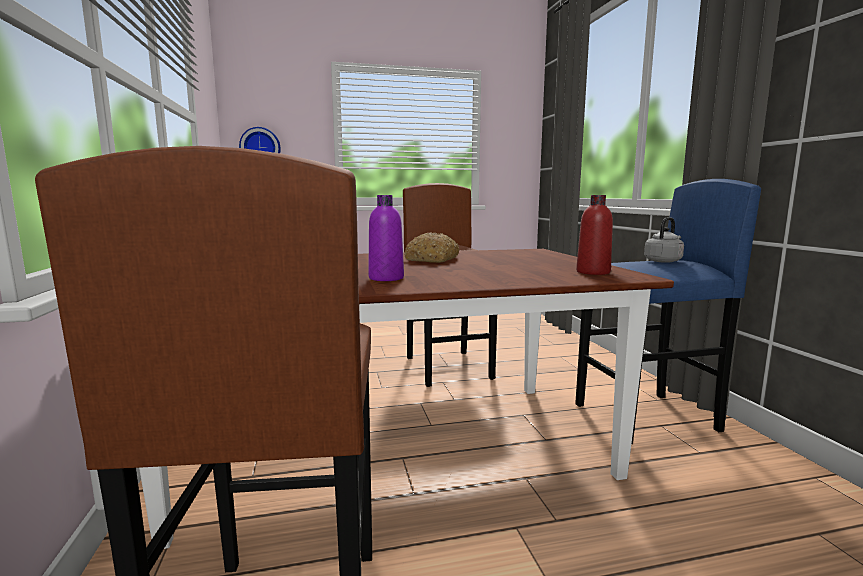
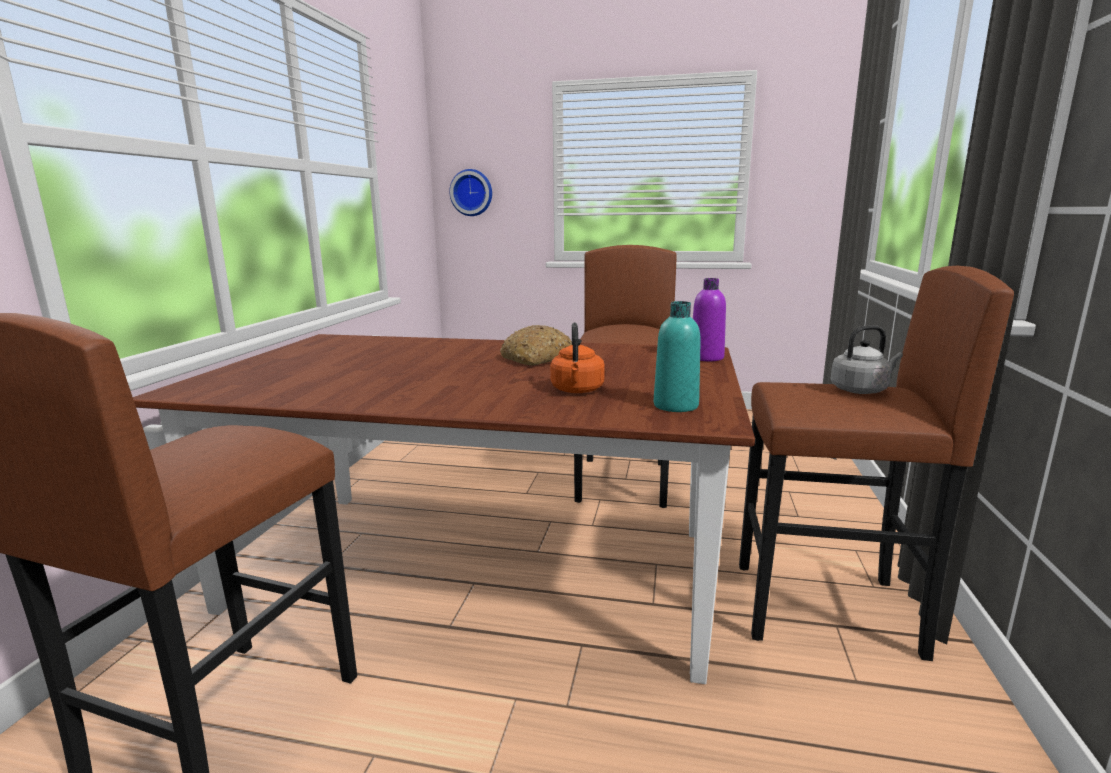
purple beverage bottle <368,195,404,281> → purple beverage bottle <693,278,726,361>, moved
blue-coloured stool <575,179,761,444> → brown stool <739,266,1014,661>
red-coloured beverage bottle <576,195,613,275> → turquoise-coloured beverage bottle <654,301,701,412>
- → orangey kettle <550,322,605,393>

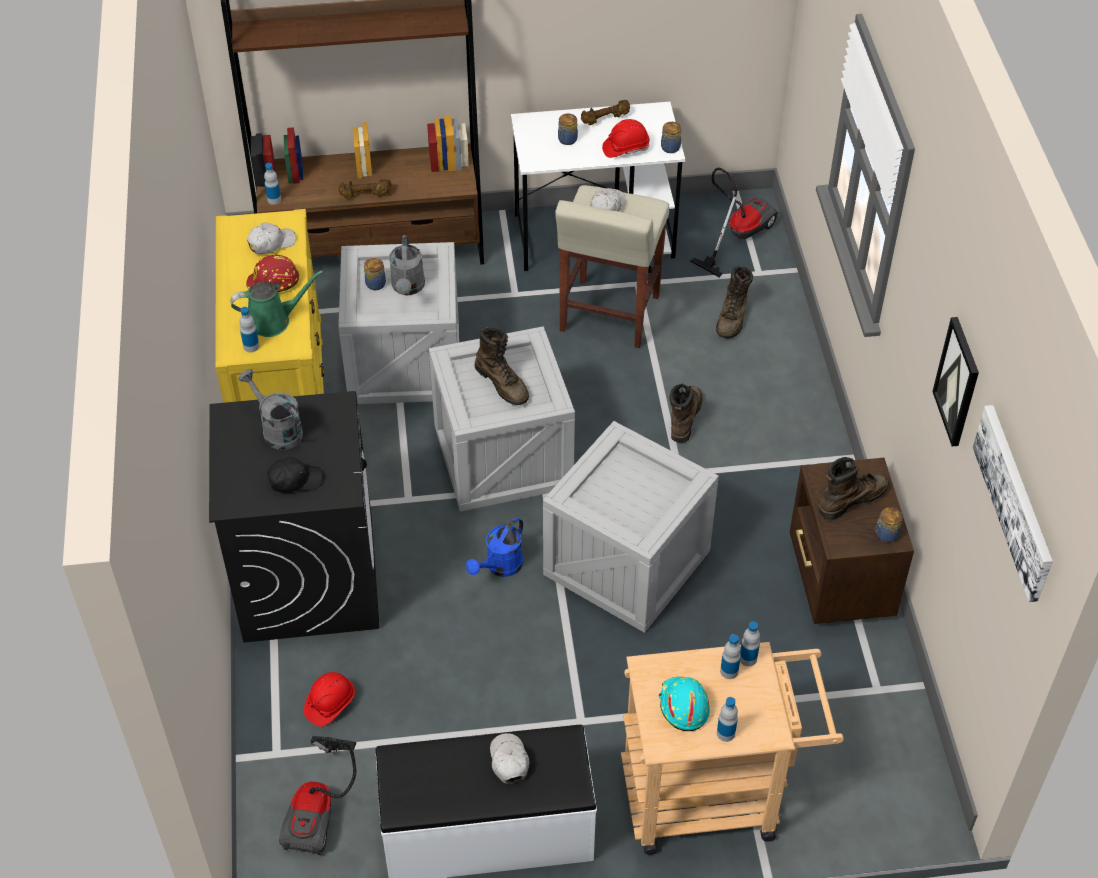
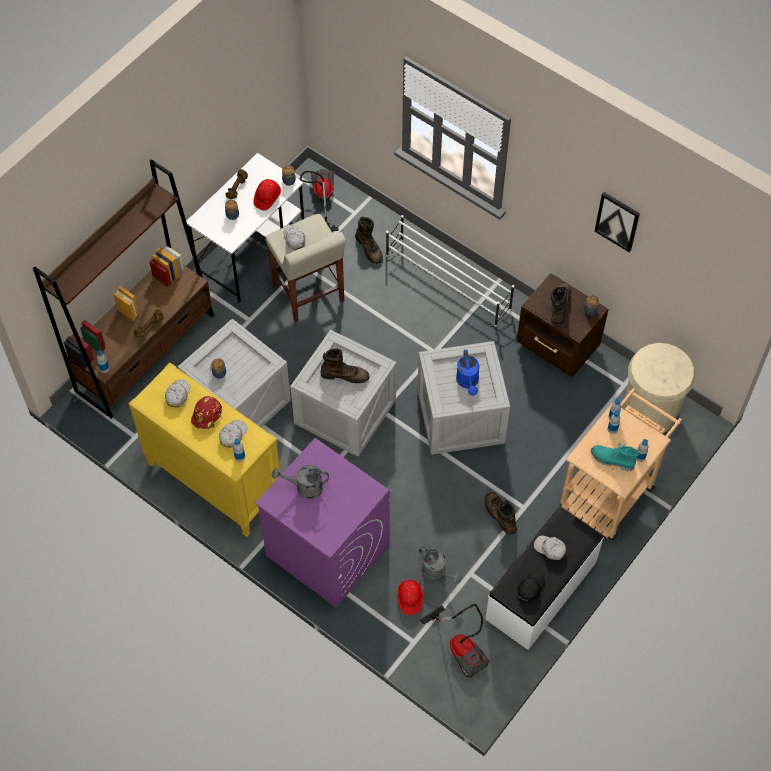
black washing machine <209,391,380,643> → purple washing machine <255,438,390,607>
greenish sprinkling can <230,270,323,337> → white-coloured peaked cap <219,420,247,448>
black peaked cap <267,457,323,493> → black peaked cap <518,573,545,602>, moved
grey sprinkling can <389,235,425,295> → grey sprinkling can <419,547,462,584>, moved
blue-coloured sprinkling can <466,517,523,577> → blue-coloured sprinkling can <456,350,480,396>, moved
turquoise-coloured hard hat <659,676,710,731> → turquoise-coloured tall boot <591,443,639,471>
brown tall boot <669,384,702,443> → brown tall boot <485,492,517,535>, moved
wall art <973,405,1053,602> → -
- → white-coloured shoe rack <386,215,514,327>
- → beige-coloured rubbish bin <624,343,695,433>

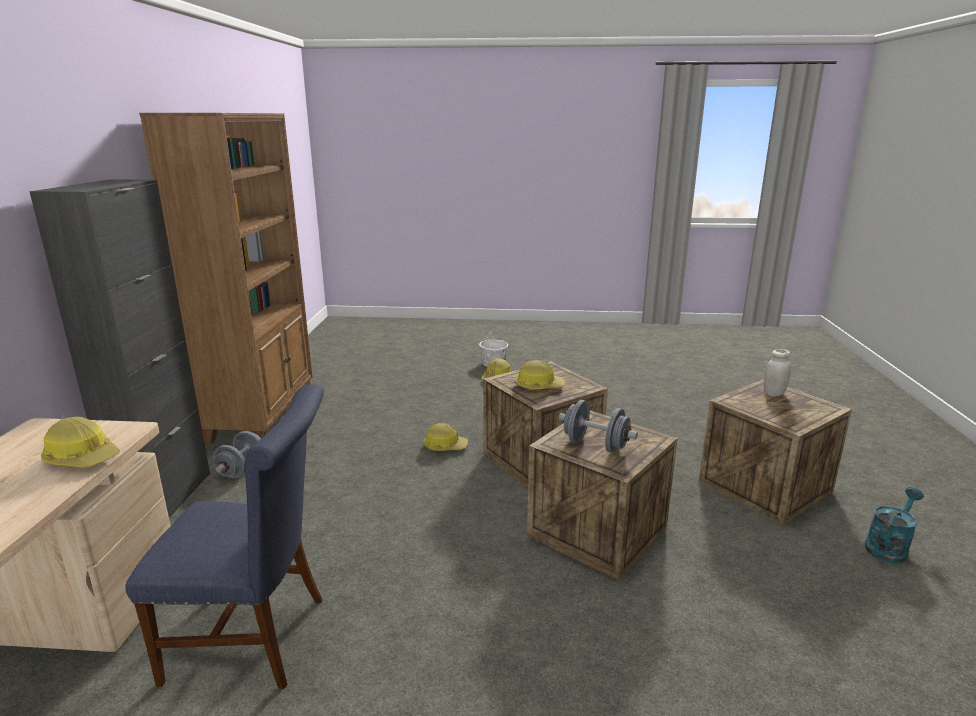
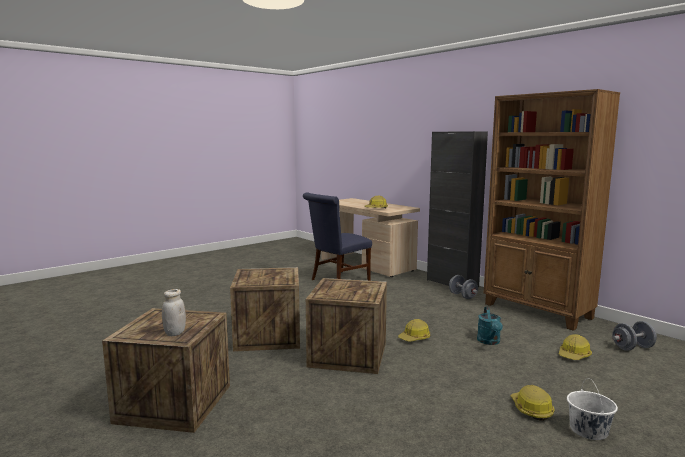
hard hat <515,360,565,389> → hard hat <559,334,592,360>, moved
grey hand weight <559,400,638,453> → grey hand weight <612,321,657,351>, moved
turquoise-coloured sprinkling can <865,487,924,563> → turquoise-coloured sprinkling can <477,307,503,345>, moved

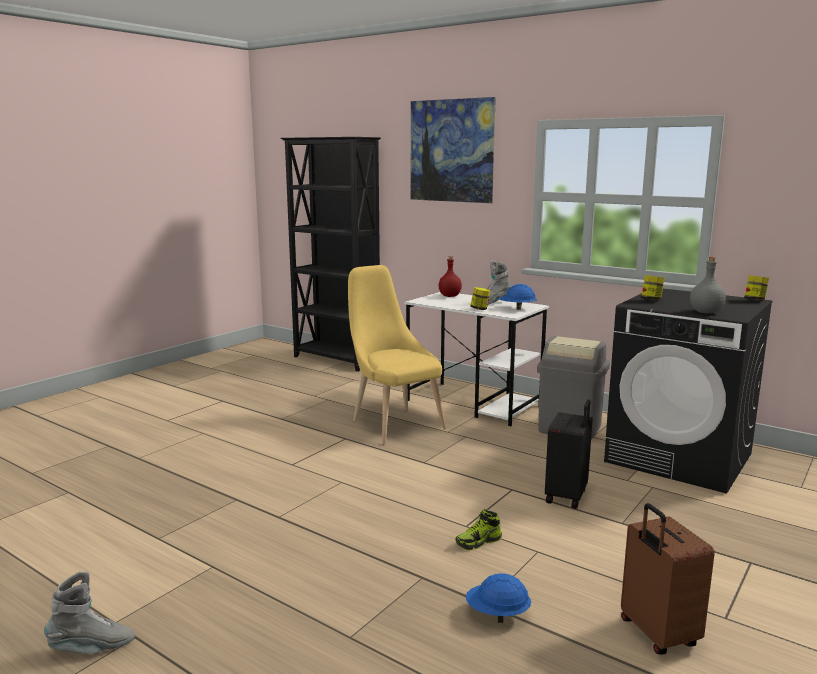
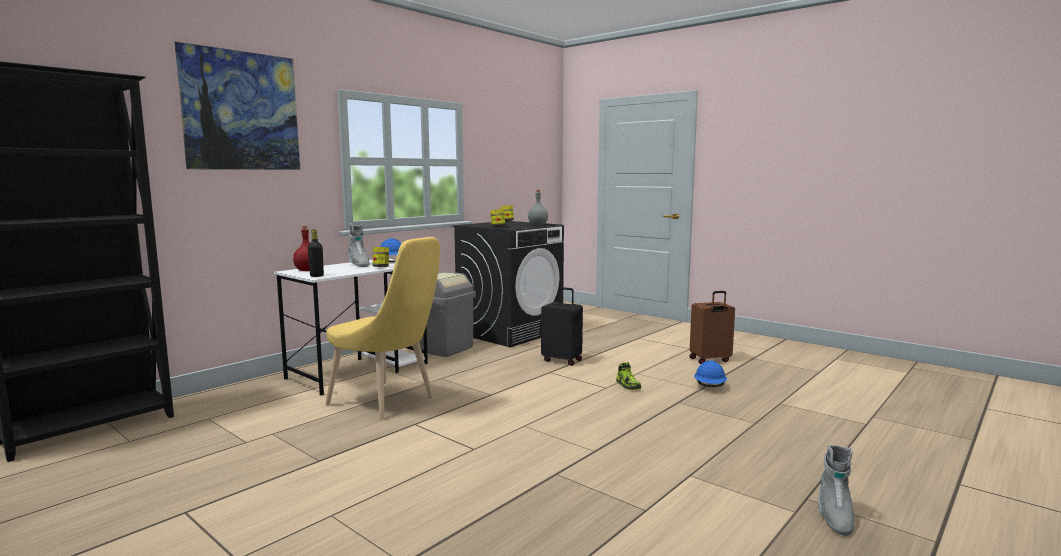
grey tall boot <44,571,135,654> → grey tall boot <818,445,854,536>, 150 degrees counterclockwise
yellow chair <348,265,446,444> → yellow chair <325,237,440,420>, 120 degrees counterclockwise
- → black beverage bottle <308,229,324,277>

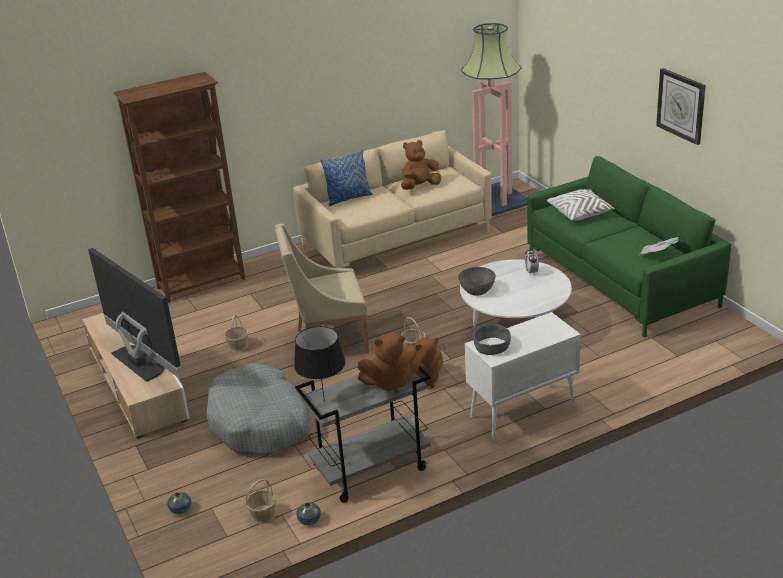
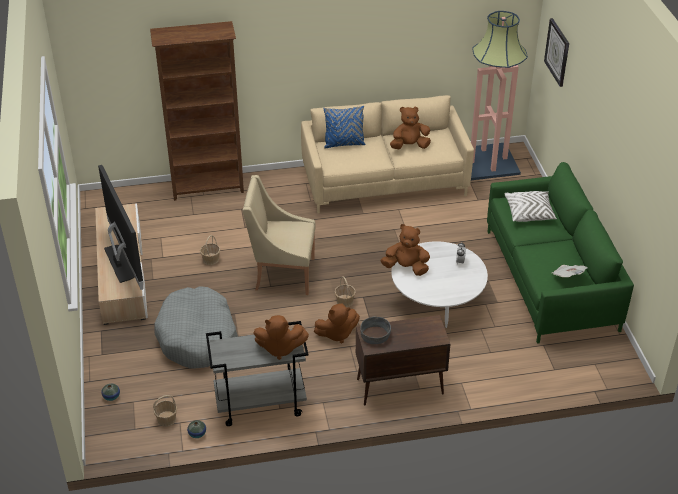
black lamp for a table <294,326,345,402> → -
grey serving bowl <458,267,496,295> → brown plush toy <381,224,430,276>
white-coloured cabinet <465,312,581,440> → brown cabinet <356,315,450,405>
wall clock <656,68,706,145> → wall clock <544,18,569,87>, moved

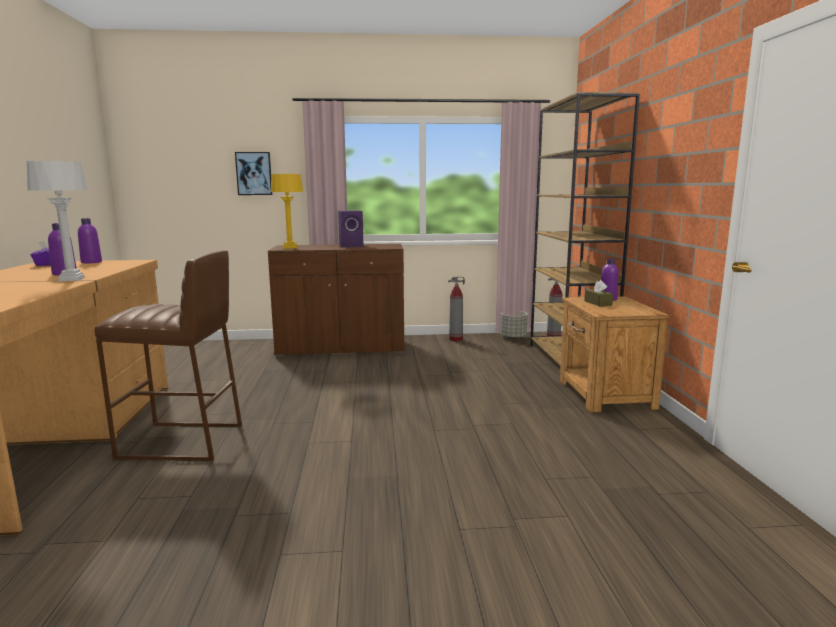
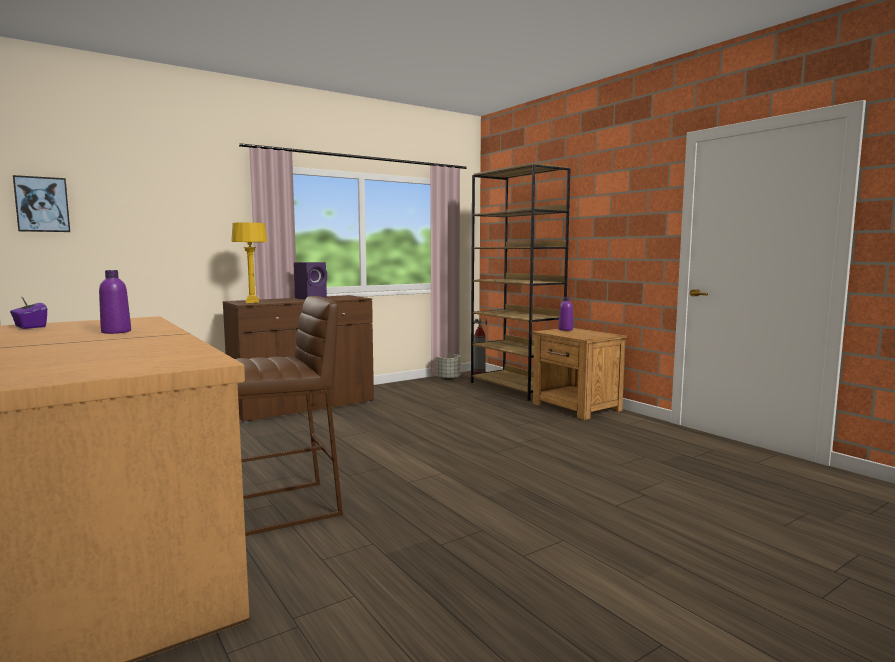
grey lamp for a table <27,161,88,281> → -
purple beverage bottle <78,218,102,263> → -
wall art <235,152,272,195> → wall art <13,175,70,232>, moved
extinguisher <448,277,465,341> → -
brown tissue holder <584,280,613,306> → -

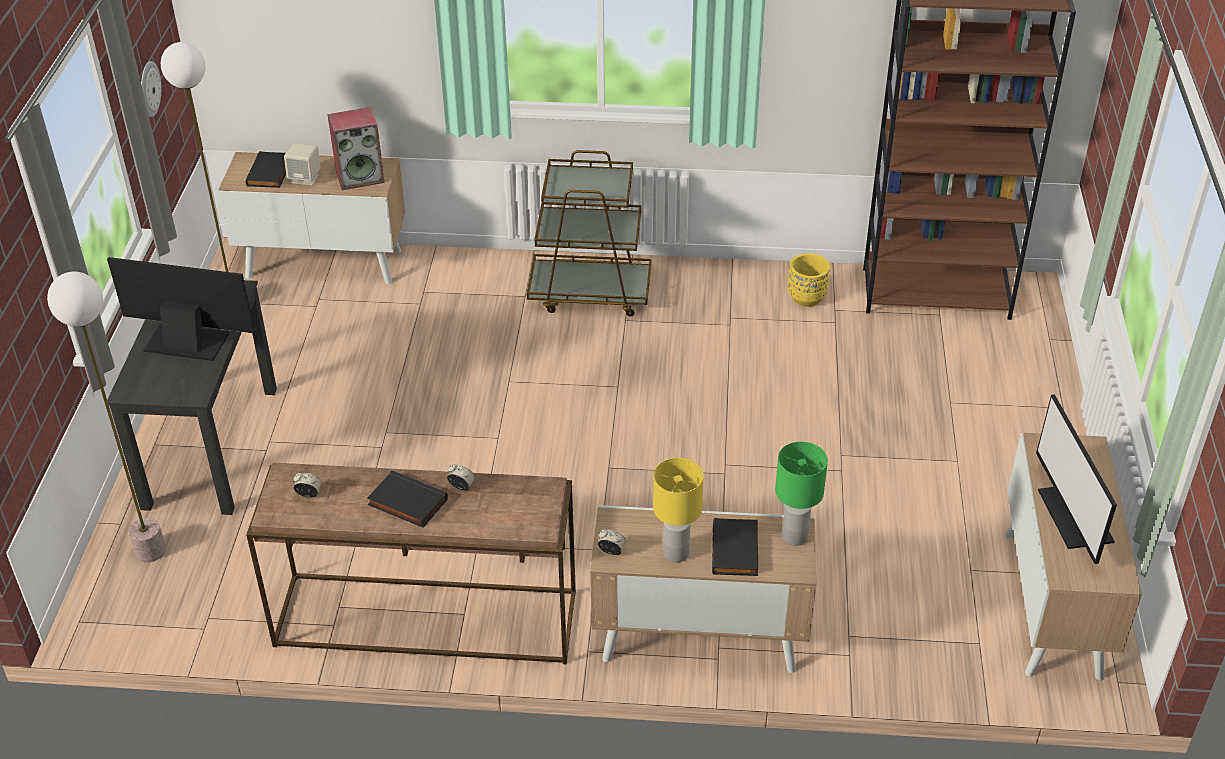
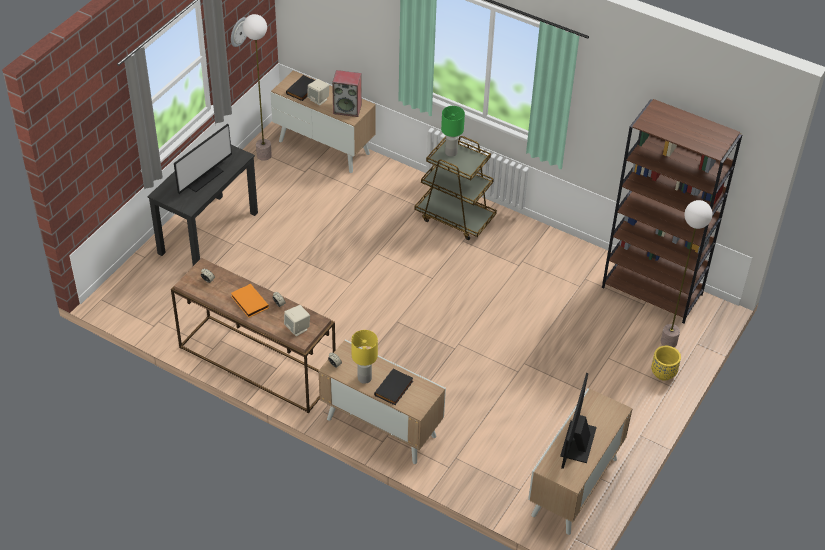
standing lamp <47,271,166,562> → standing lamp <661,200,713,347>, moved
computer display <107,257,255,361> → computer display <174,124,232,194>, 90 degrees clockwise
black volume <367,471,448,528> → orangey volume <231,284,269,318>
greenish lamp for a table <775,442,828,546> → greenish lamp for a table <441,106,465,157>, moved
yellow planter <788,253,830,307> → yellow planter <651,346,681,381>, moved
- → beige-coloured audio speaker <284,305,310,336>

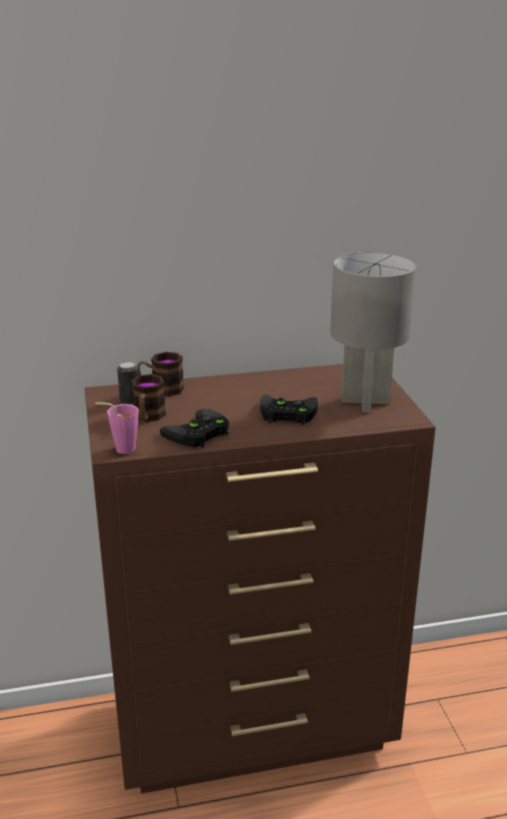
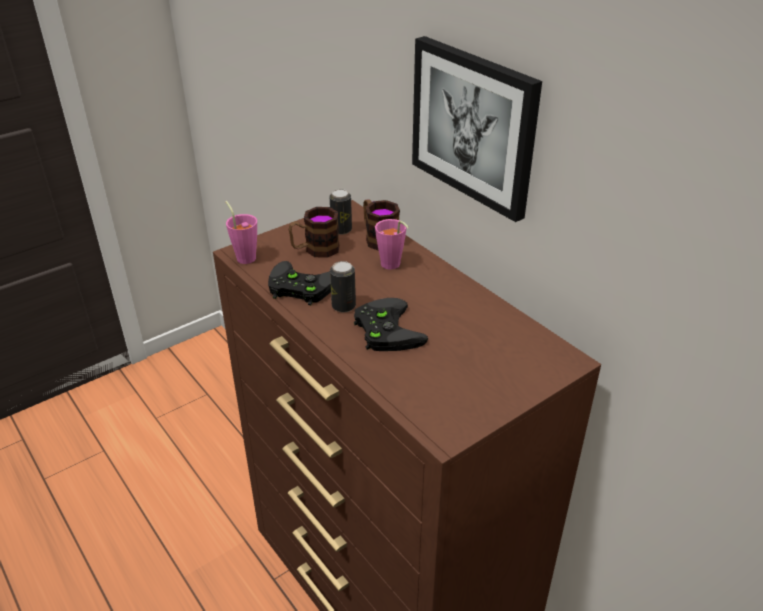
grey lamp for a table <330,252,416,413> → -
- → can <330,261,356,312>
- → pinkish small cup <375,219,409,270>
- → wall art <412,36,542,222>

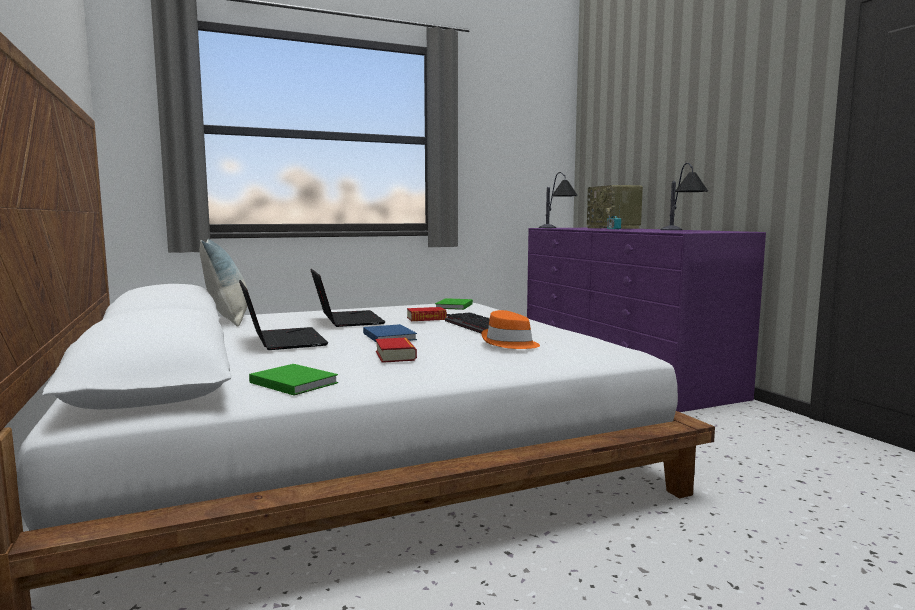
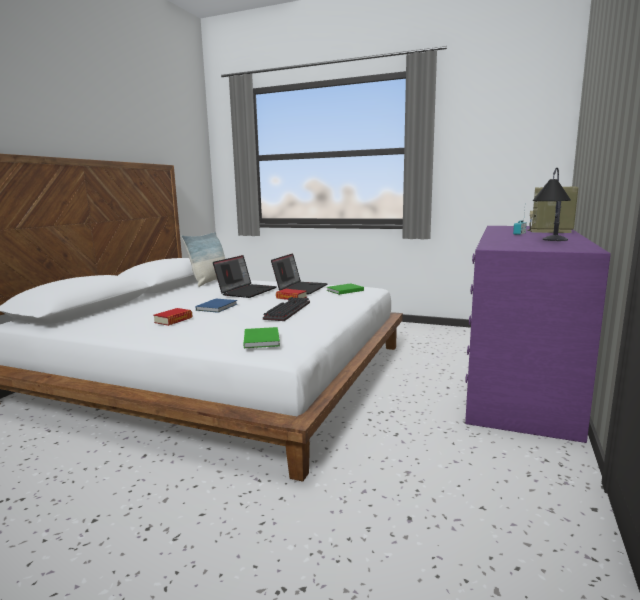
notebook computer <239,280,328,350> → notebook computer <271,253,328,294>, moved
greenish volume <249,364,338,396> → greenish volume <244,327,280,348>, moved
orangey wearable hat <481,310,540,349> → -
lamp for a table <539,172,578,228> → -

